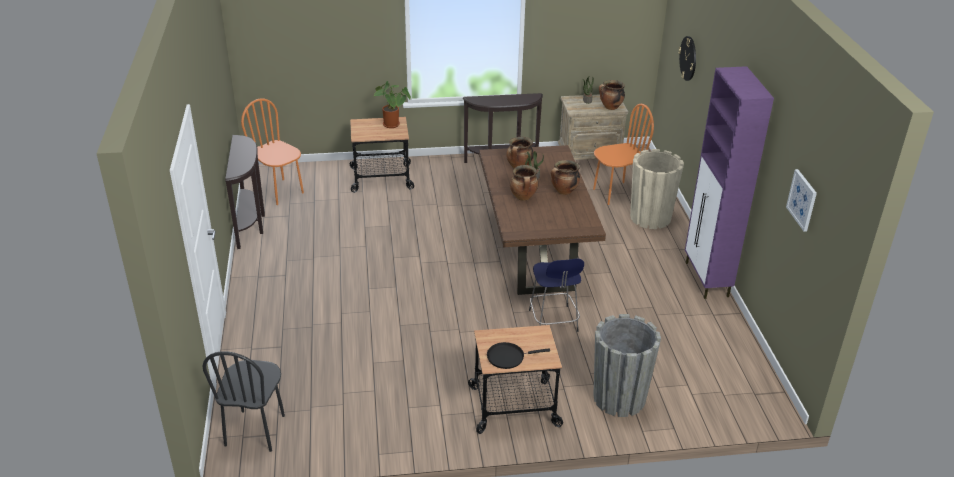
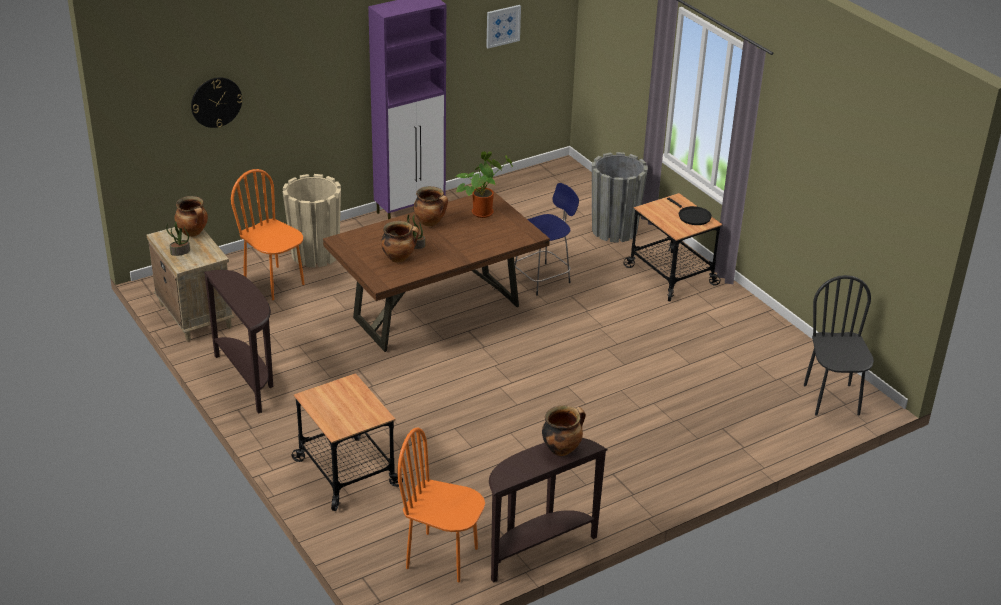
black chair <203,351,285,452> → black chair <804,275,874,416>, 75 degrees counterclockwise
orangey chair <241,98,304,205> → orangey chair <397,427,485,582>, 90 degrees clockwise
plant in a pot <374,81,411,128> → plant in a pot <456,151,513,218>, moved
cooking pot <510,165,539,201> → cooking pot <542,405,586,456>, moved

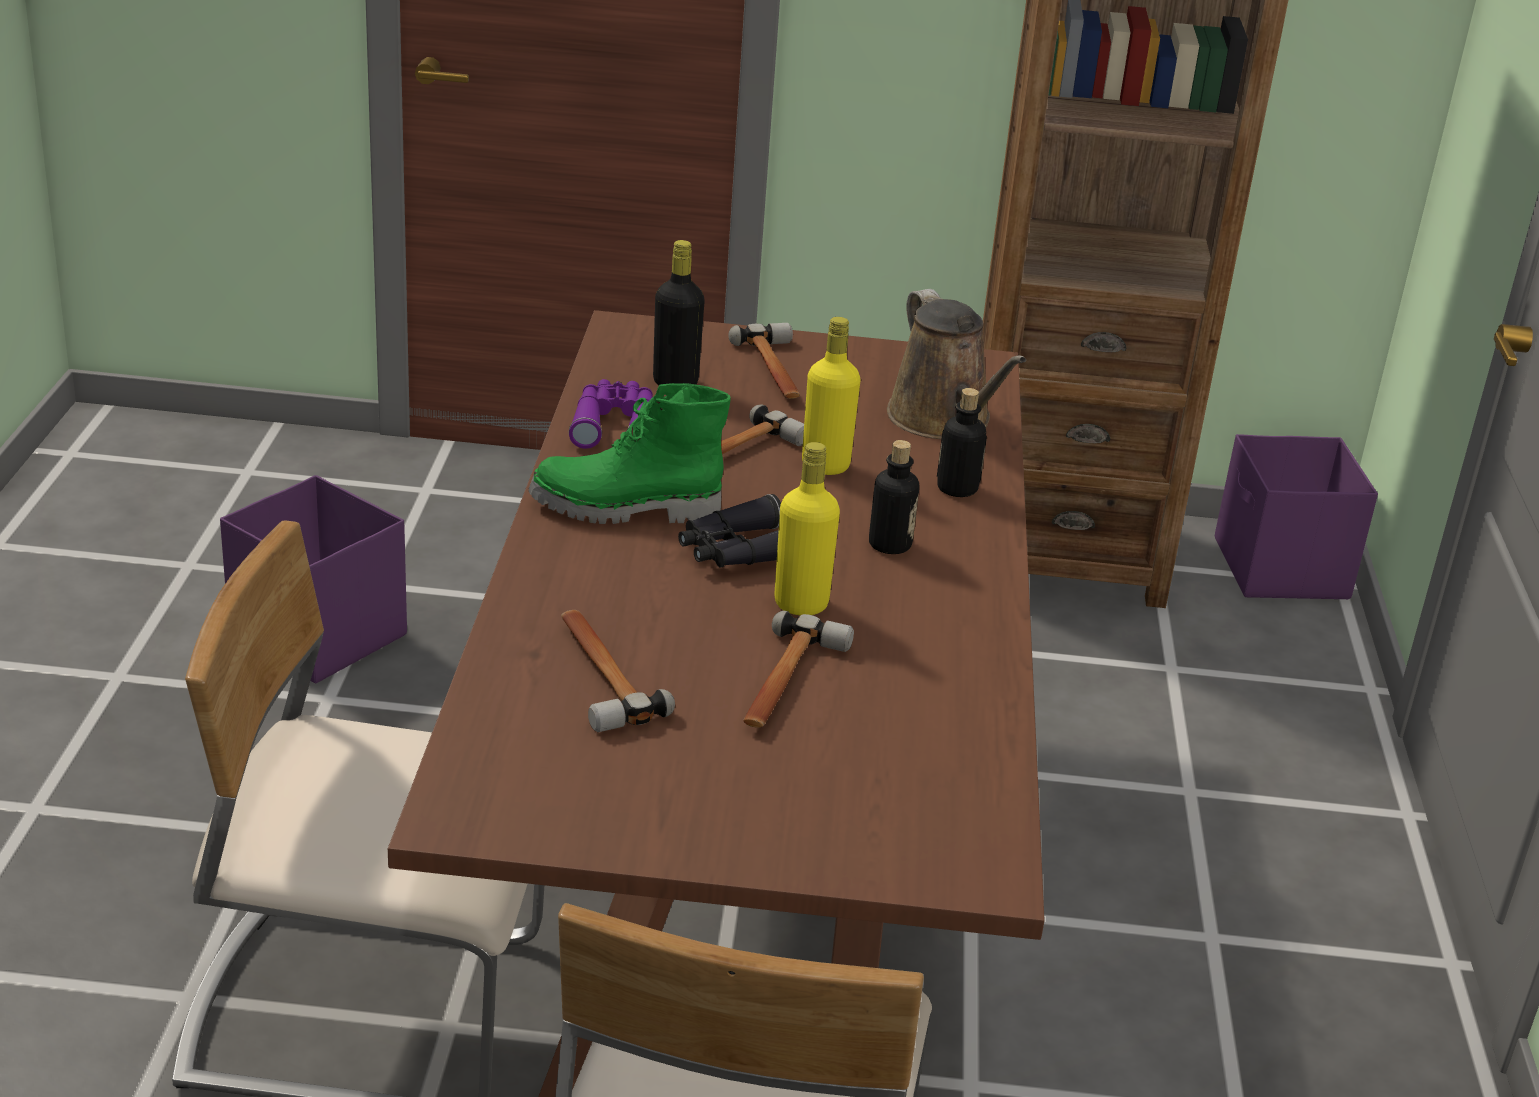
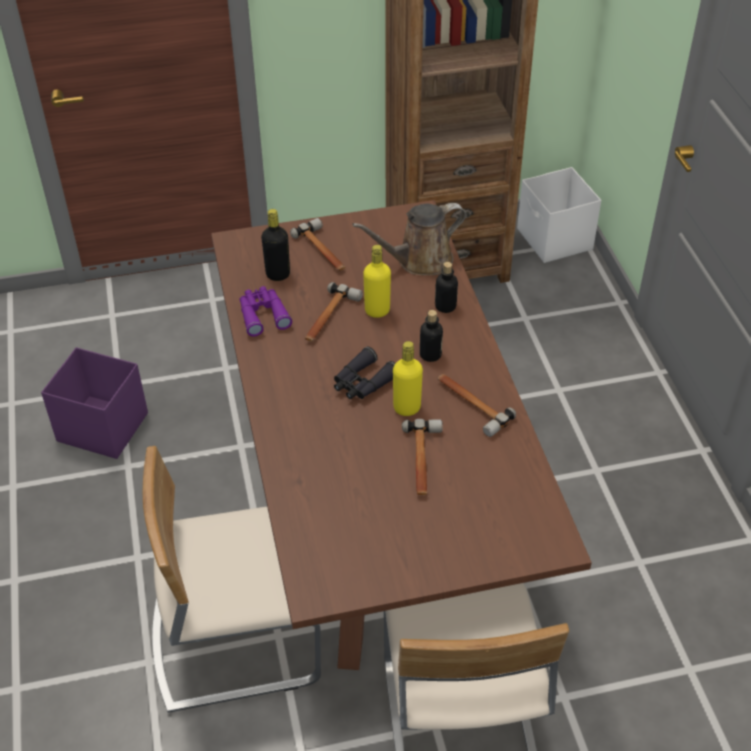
greenish tall boot <529,383,731,524> → -
hammer <561,610,675,732> → hammer <437,374,516,437>, moved
brown sprinkling can <887,289,1026,439> → brown sprinkling can <352,203,466,275>, 105 degrees clockwise
purple storage box <1215,434,1378,599> → white-coloured storage box <517,167,601,263>

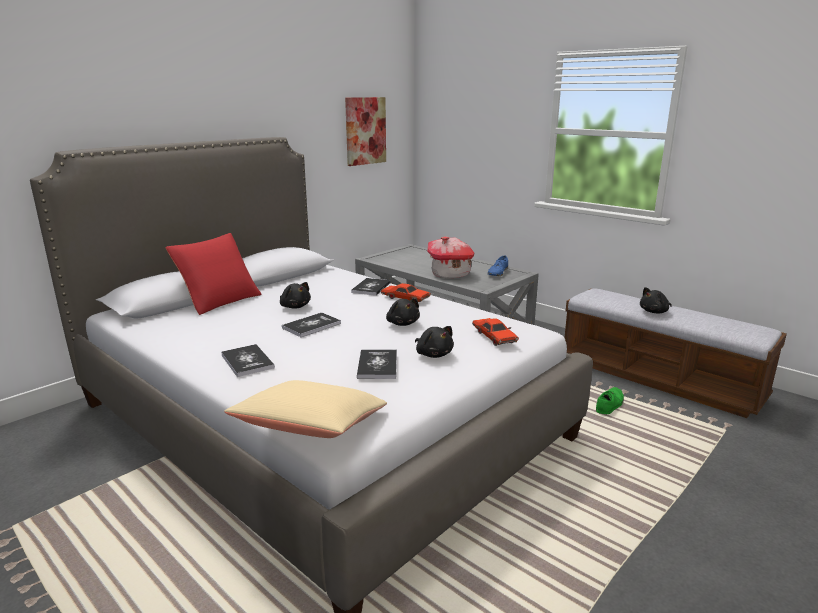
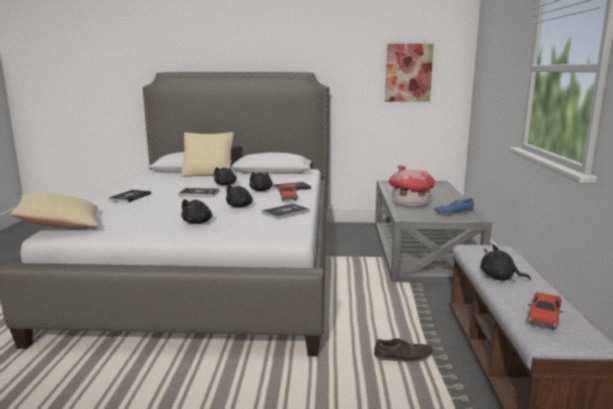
red-coloured pillow <166,233,262,315> → beige-coloured pillow <181,132,234,177>
volume <357,349,397,379> → volume <262,204,309,219>, moved
red-coloured model car <472,318,519,346> → red-coloured model car <528,292,563,329>, moved
greenish item of footwear <596,387,624,414> → brown item of footwear <374,338,433,362>
- → black plush toy <249,172,273,191>

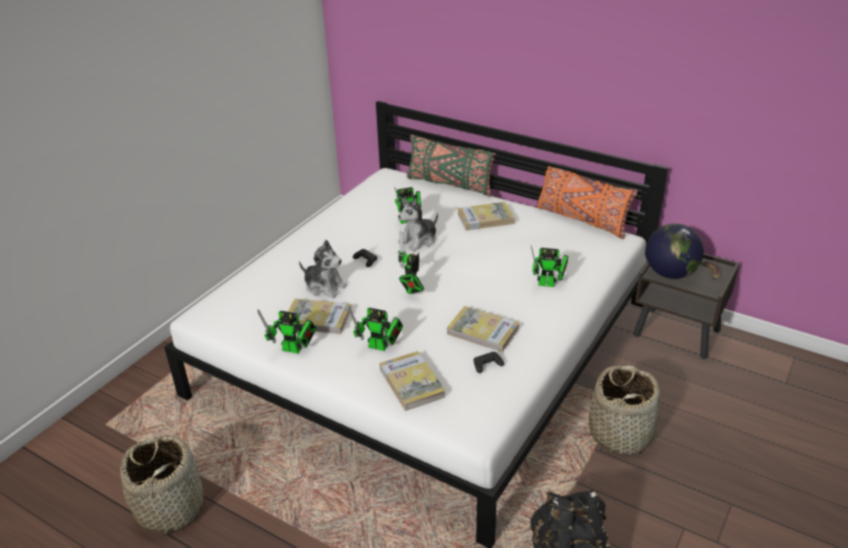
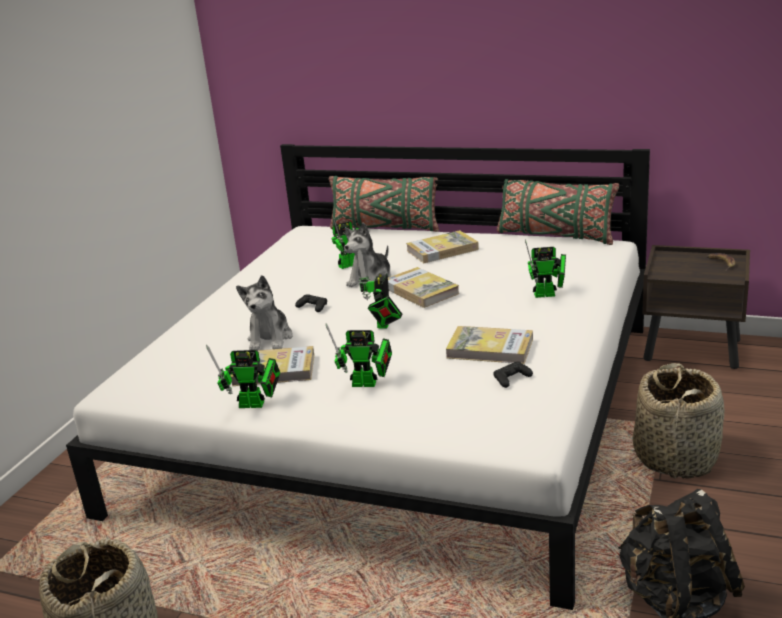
plush toy <299,240,347,298> → plush toy <236,275,293,351>, 75 degrees clockwise
volume <379,351,445,411> → volume <388,267,459,308>, moved
orangey pillow <536,166,638,239> → greenish pillow <497,179,619,245>
world globe <646,224,704,279> → -

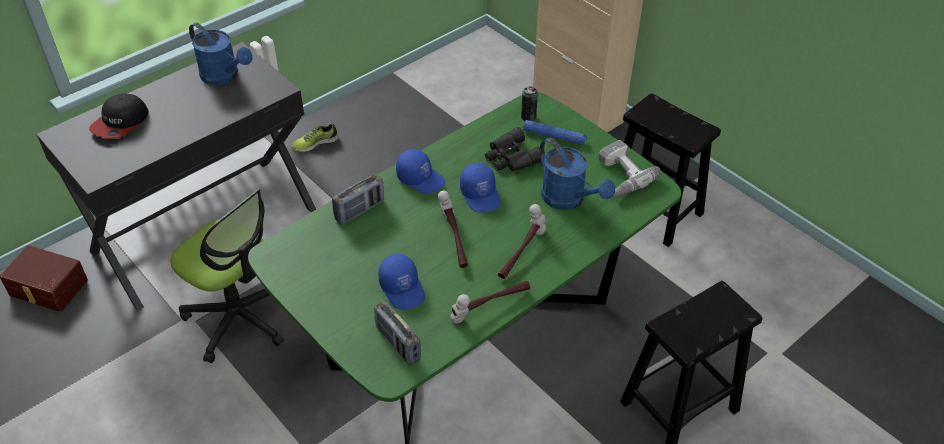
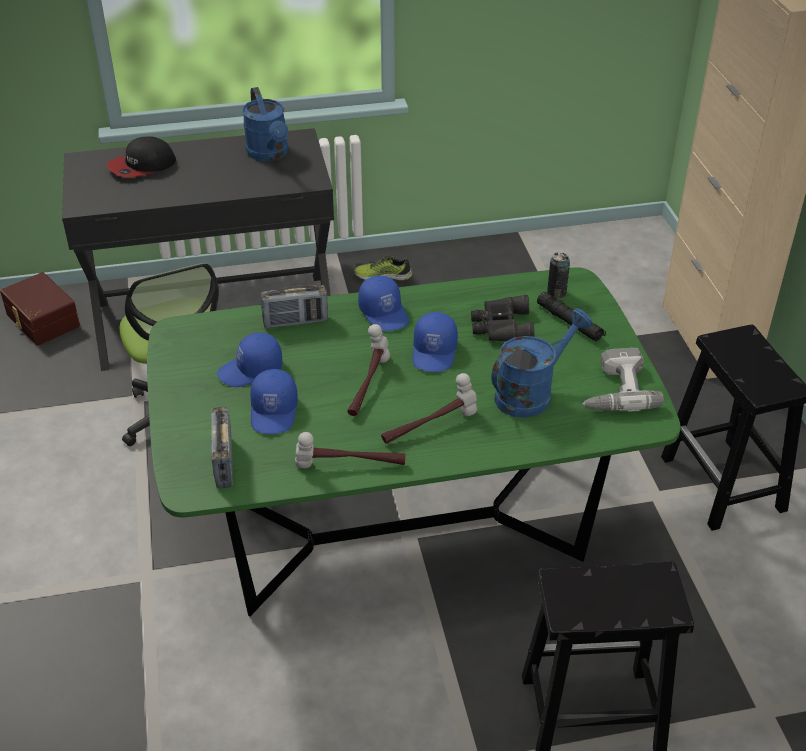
blue-coloured hand torch <523,120,587,145> → black hand torch <537,292,606,341>
blue-coloured sprinkling can <540,138,615,210> → blue-coloured sprinkling can <491,308,592,418>, 120 degrees counterclockwise
- → blue-coloured peaked cap <217,333,282,387>

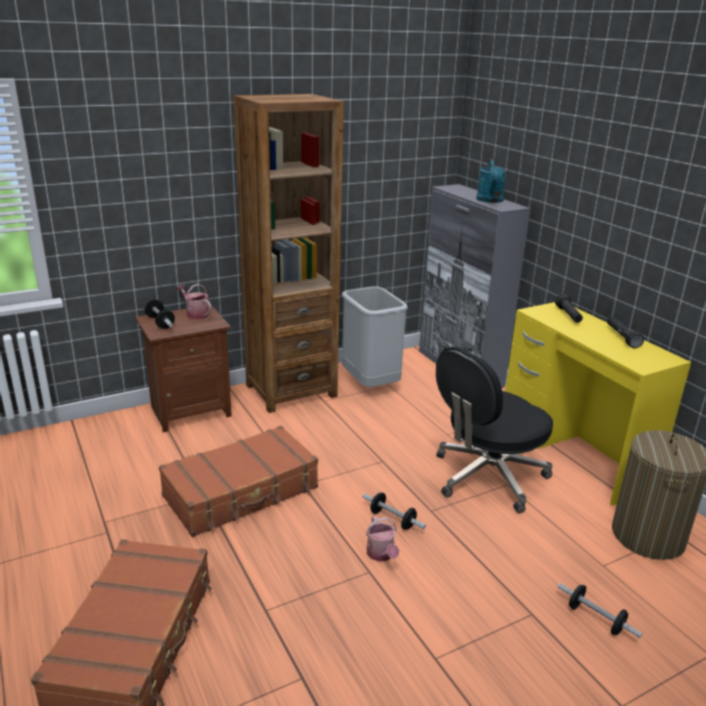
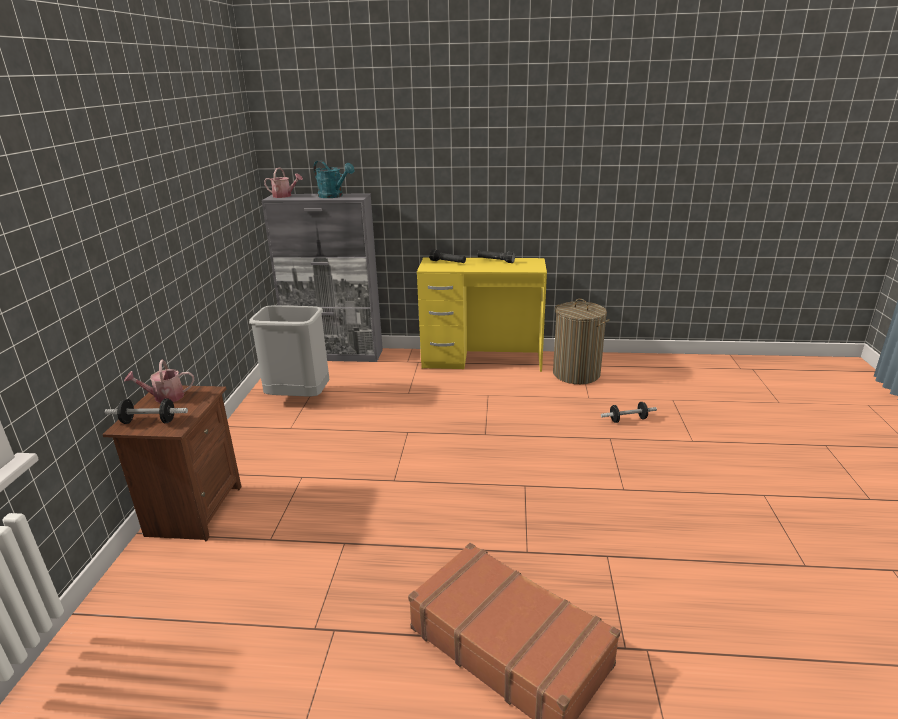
brown suitcase <159,426,318,537> → -
brown bookshelf <233,94,344,413> → -
hand weight <363,492,426,530> → -
sprinkling can <366,516,400,562> → sprinkling can <264,168,303,198>, moved
black desk chair <436,346,553,513> → -

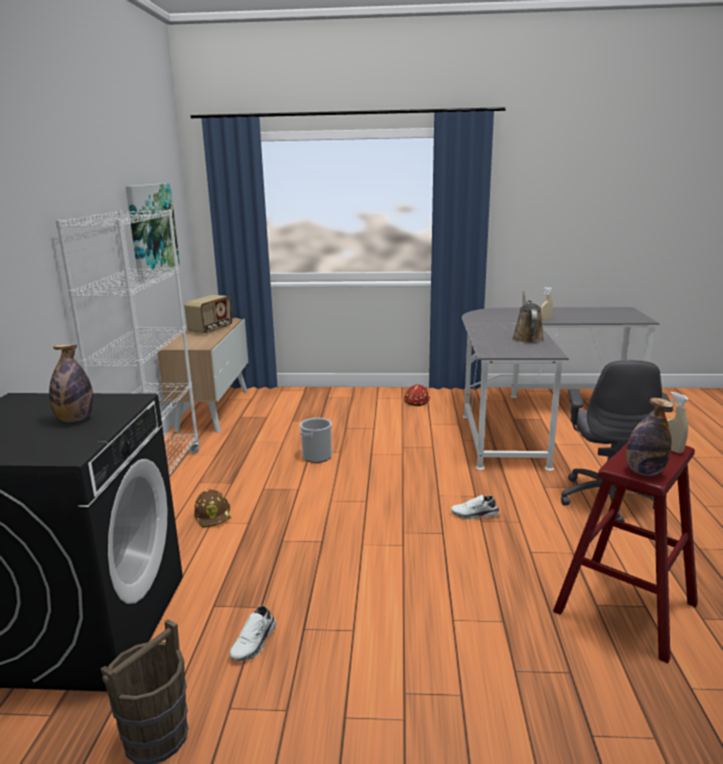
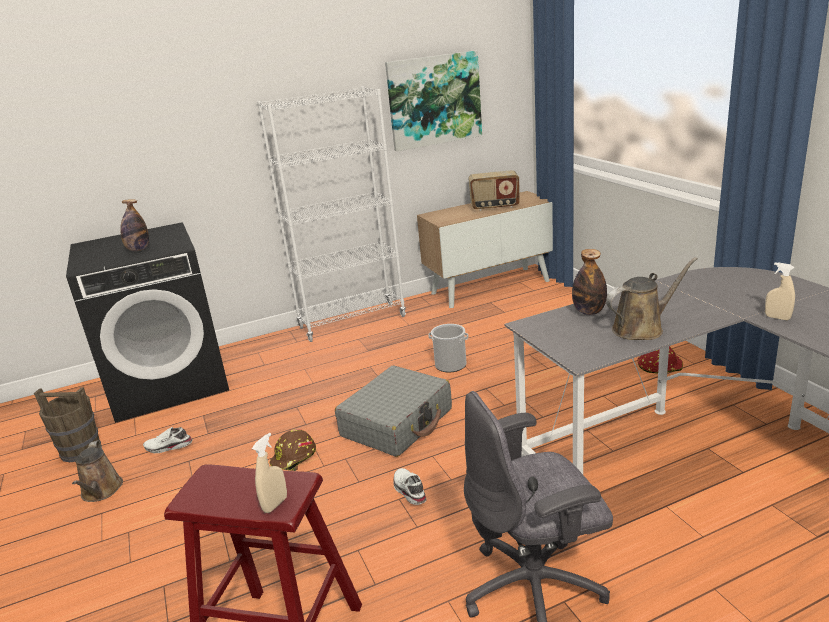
brown hard hat <194,489,232,528> → brown hard hat <269,429,316,471>, moved
beverage bottle <626,398,674,476> → beverage bottle <572,249,607,315>, moved
- → brown sprinkling can <72,441,123,502>
- → grey suitcase <335,366,452,457>

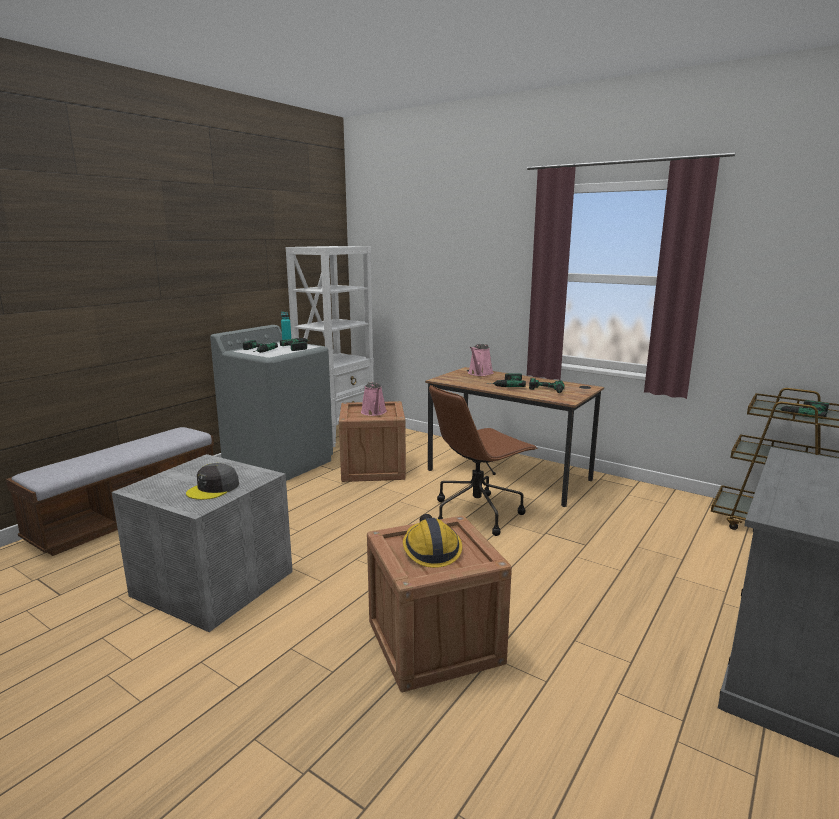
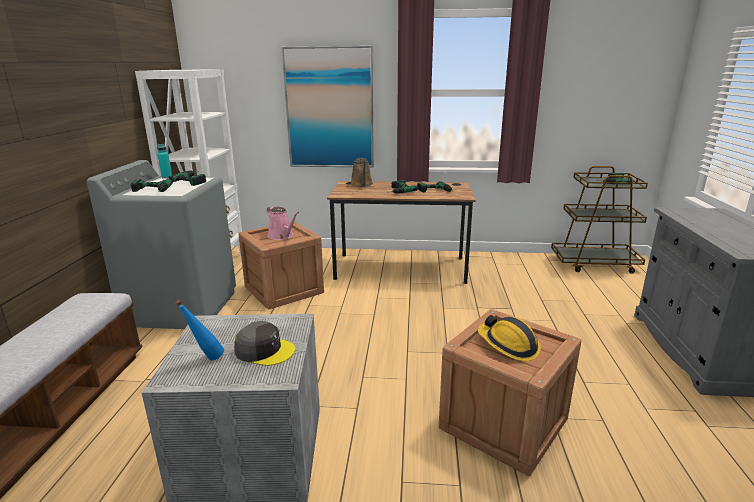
grey peaked cap <186,463,239,500> → grey peaked cap <234,321,295,366>, 75 degrees counterclockwise
brown desk chair <429,385,537,536> → -
pinkish sprinkling can <468,344,494,376> → brown sprinkling can <350,158,373,187>
- → blue-coloured beverage bottle <176,300,224,360>
- → wall art <281,46,374,167>

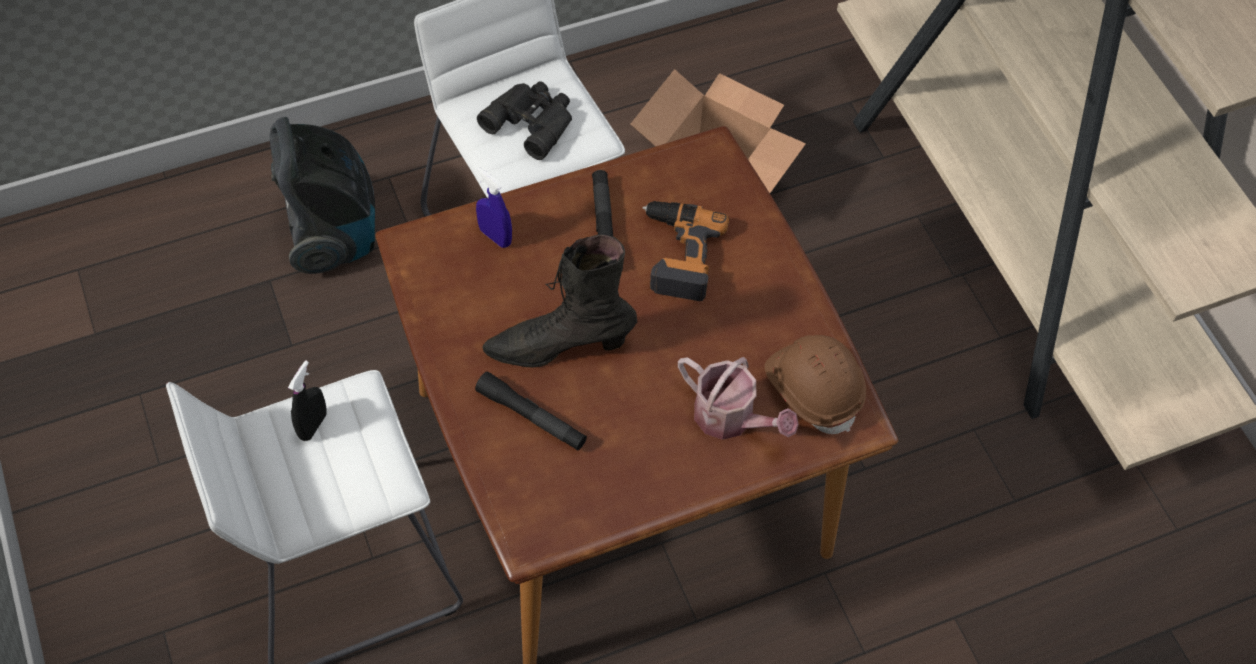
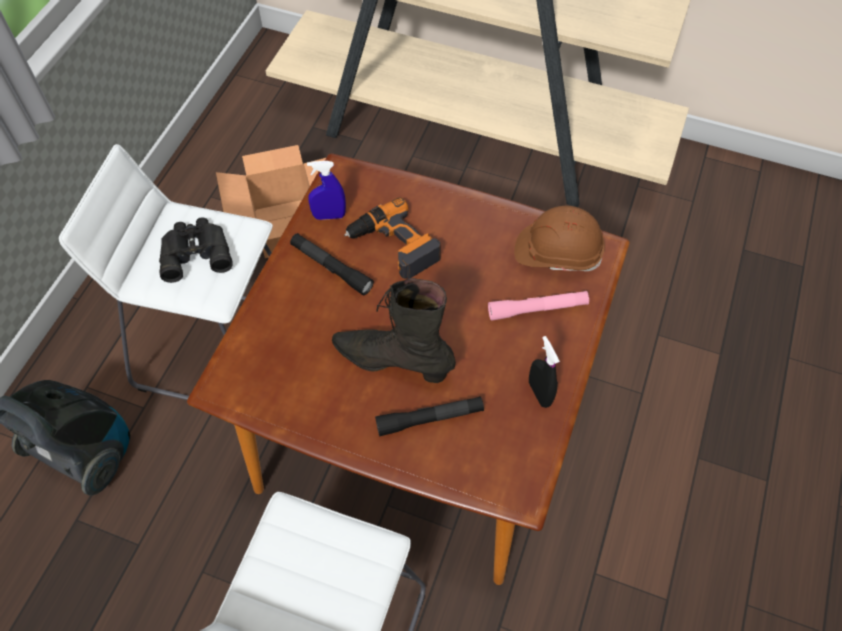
black hand sprayer <288,361,327,441> → black hand sprayer <529,336,560,408>, moved
blue-coloured hand sprayer <476,167,512,248> → blue-coloured hand sprayer <307,161,346,220>, moved
black tall boot <482,235,637,367> → black tall boot <332,278,456,383>, 75 degrees clockwise
sprinkling can <678,357,799,440> → pinkish hand torch <488,291,589,321>

